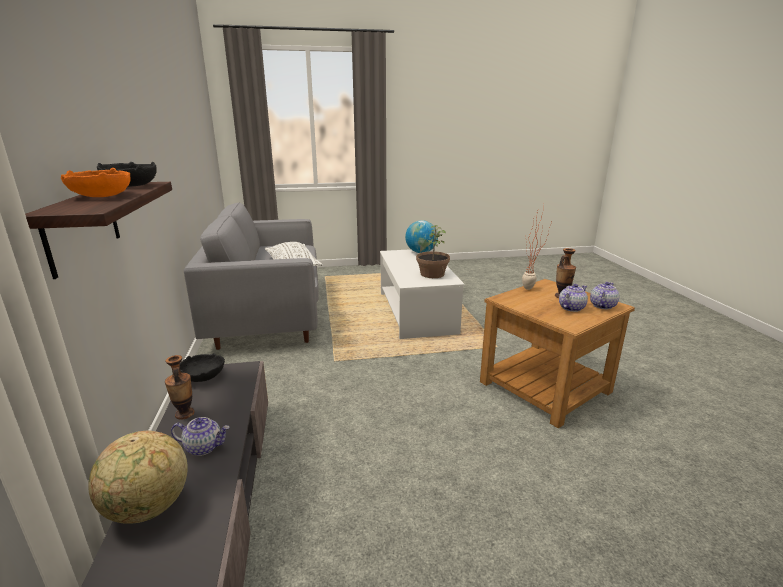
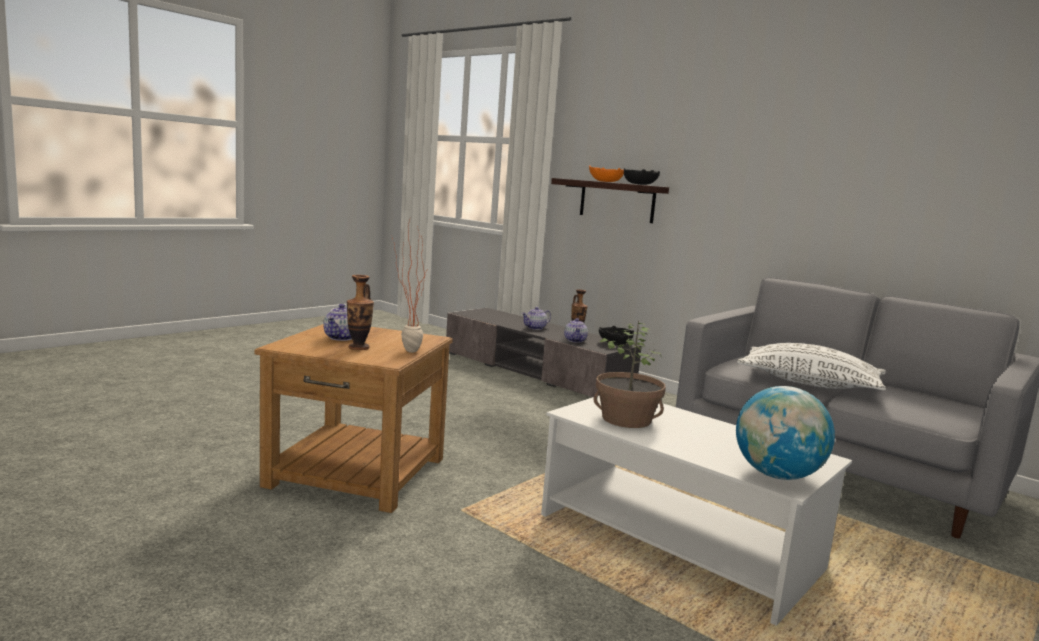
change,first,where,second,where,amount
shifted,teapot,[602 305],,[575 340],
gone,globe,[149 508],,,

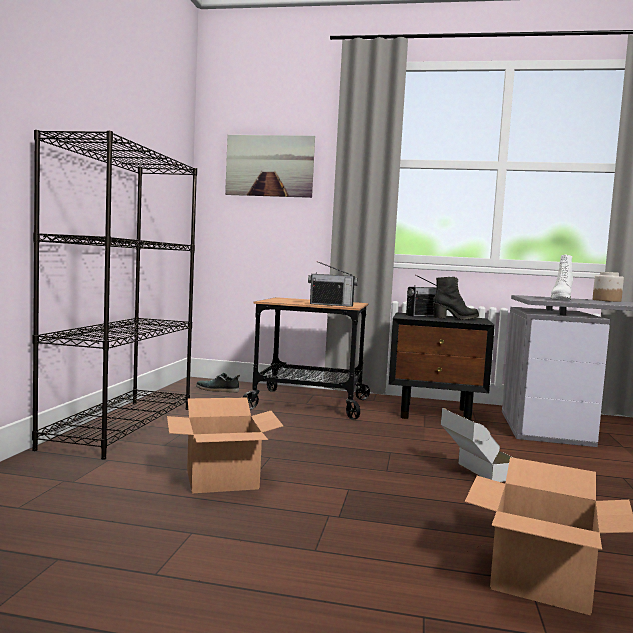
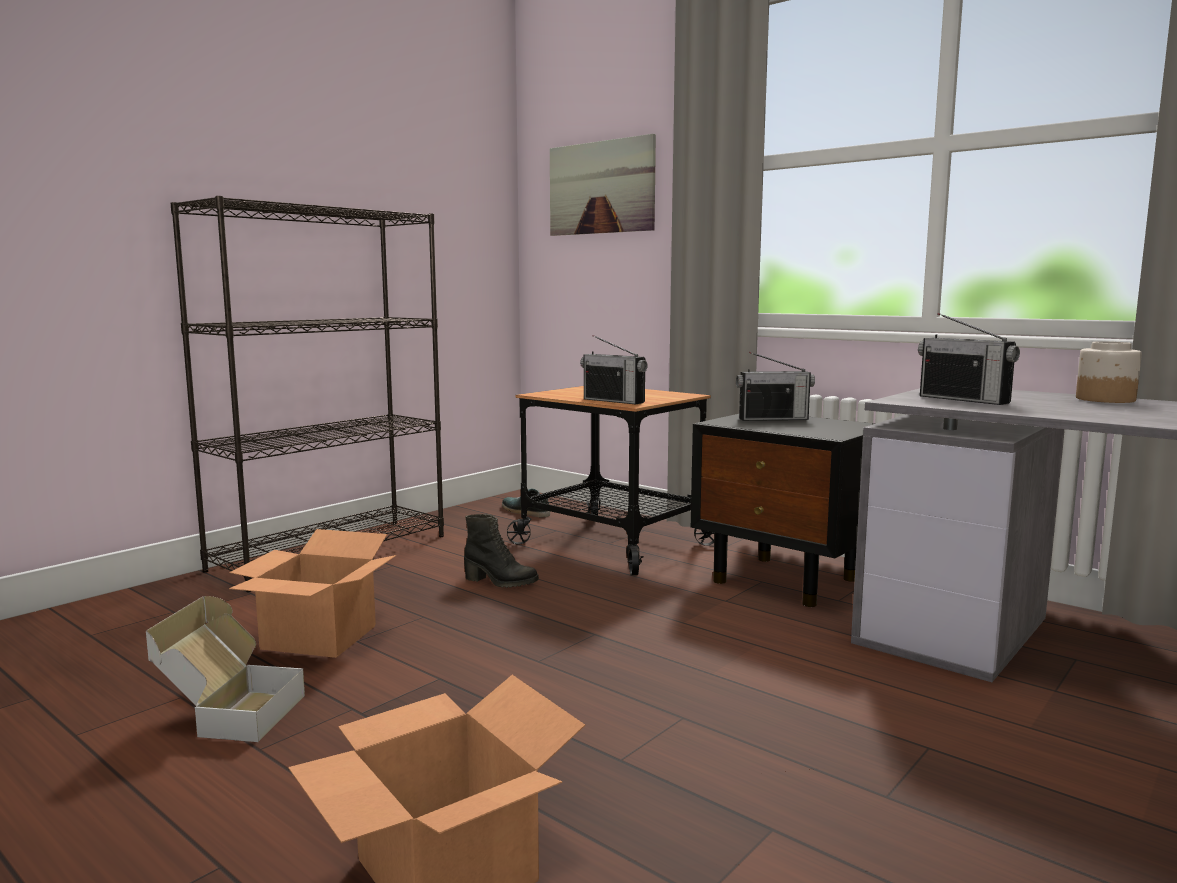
change,first,where,second,where,amount
shifted,cardboard_box,[476 472],,[230 713],
shifted,black_boot,[456 318],,[500 582],
swapped,white_boot,[560 299],radio,[964 399],

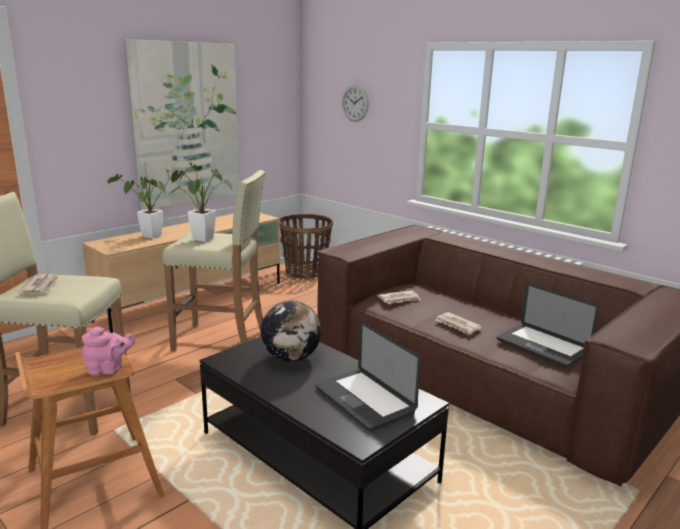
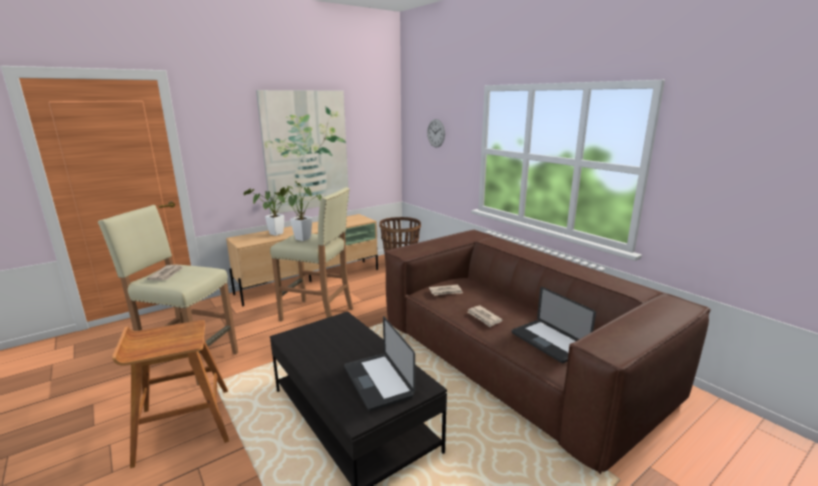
change,first,where,second,where,amount
gone,pink_teapot,[108 369],,,
gone,globe,[291 358],,,

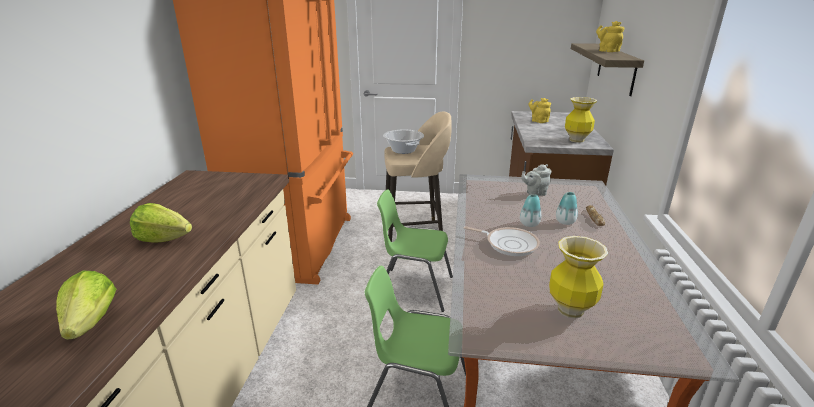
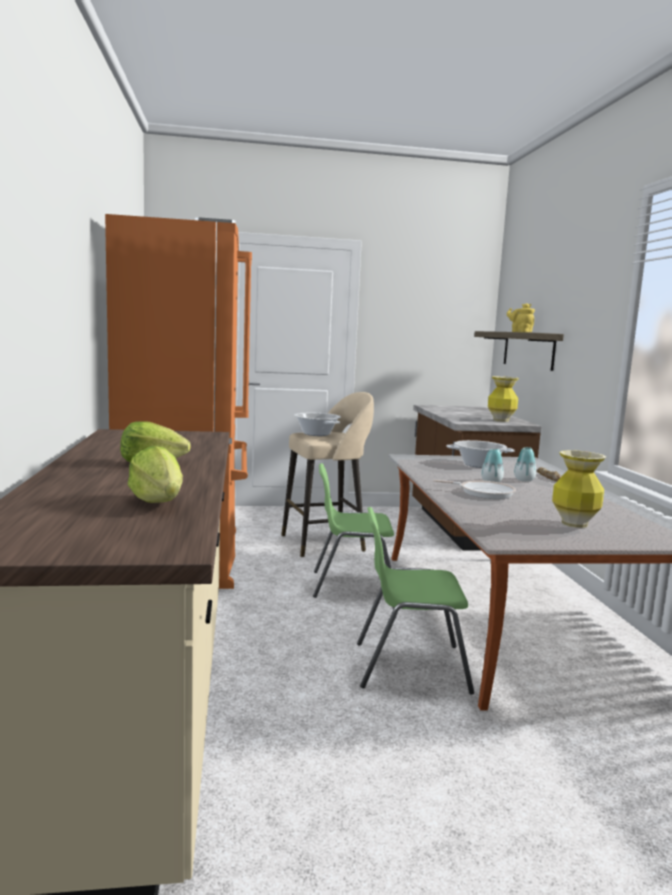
change,first,where,second,where,amount
swapped,grey_teapot,[534 193],cooking_pot,[478 465],
gone,yellow_teapot,[538 121],,,

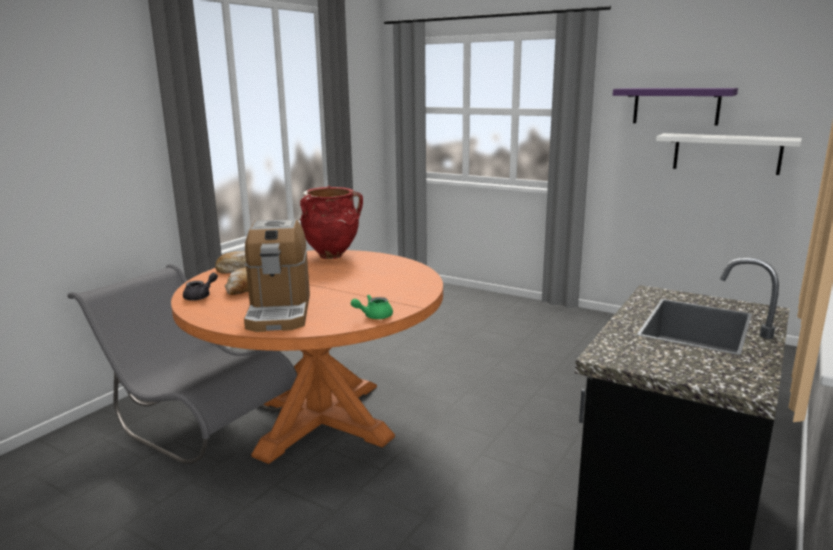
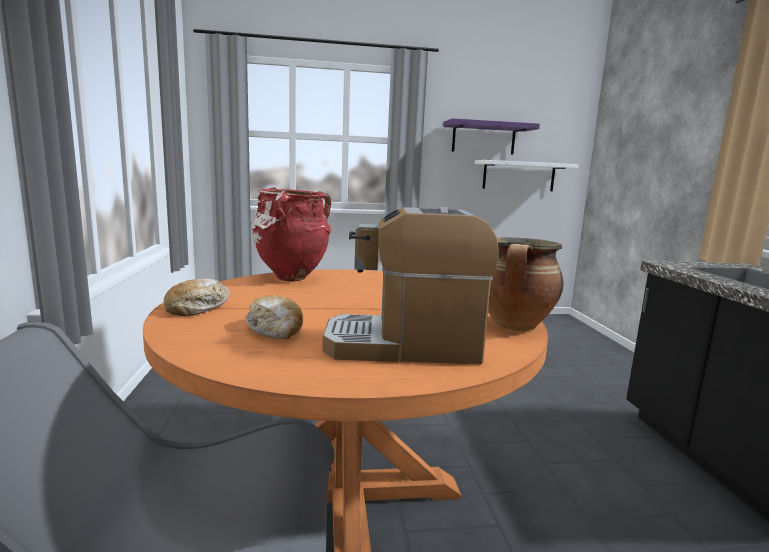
change,first,where,second,where,amount
rotated,coffee_machine,[279 311],,[404 345],135 degrees clockwise
swapped,green_teapot,[374 316],cooking_pot,[515 326],
gone,grey_teapot,[201 296],,,

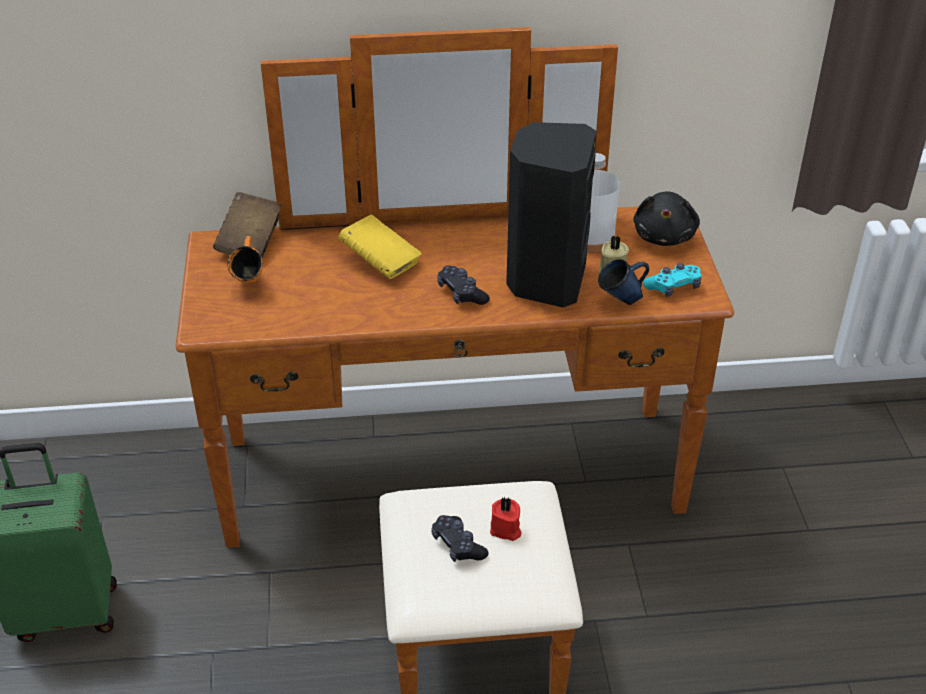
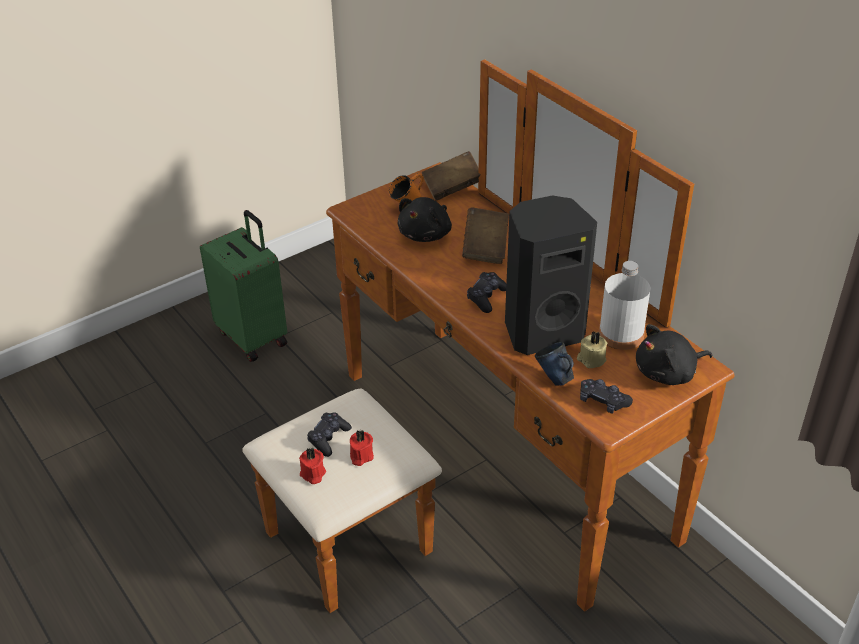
change,first,where,second,where,amount
new,,,red_candle,[312 474],
new,,,black_plush_toy,[426 234],
repainted,yellow_book,[380 262],brown_book,[485 248],
repainted,turquoise_game_controller,[673 287],black_game_controller,[603 401],

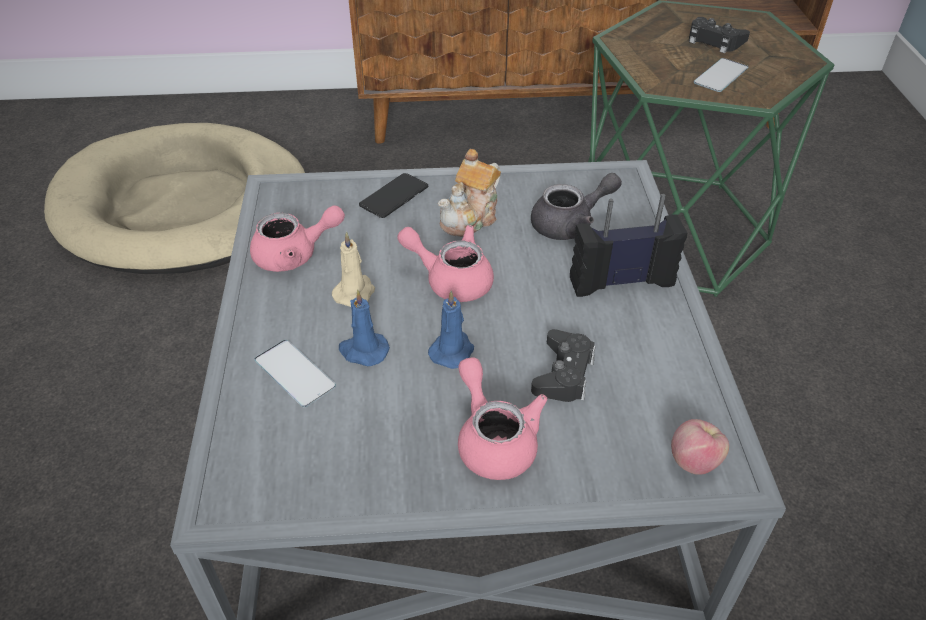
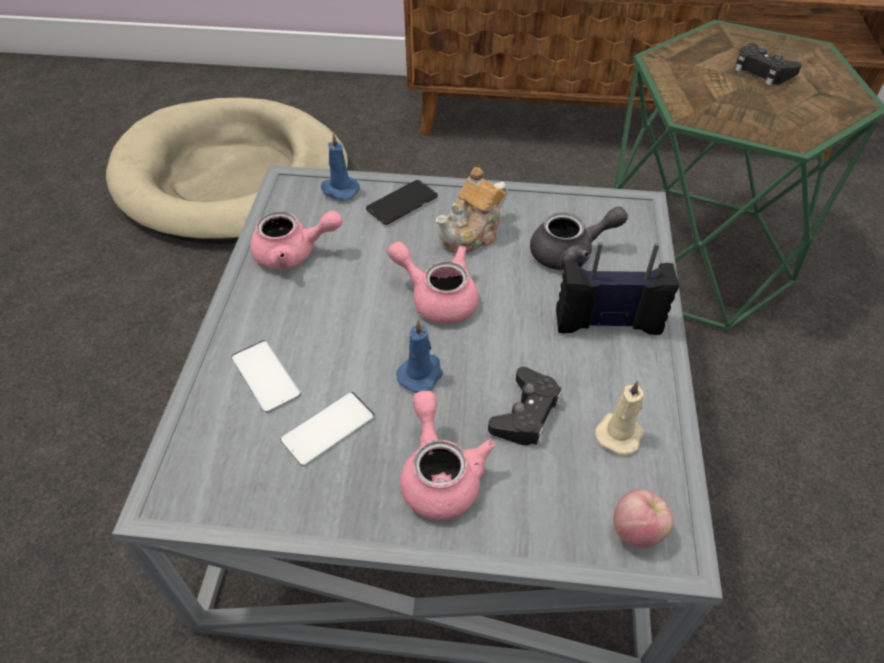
change,first,where,second,where,amount
shifted,phone,[720 75],,[328 428],
shifted,blue_candle,[363 351],,[339 190],
shifted,beige_candle,[355 292],,[620 432],

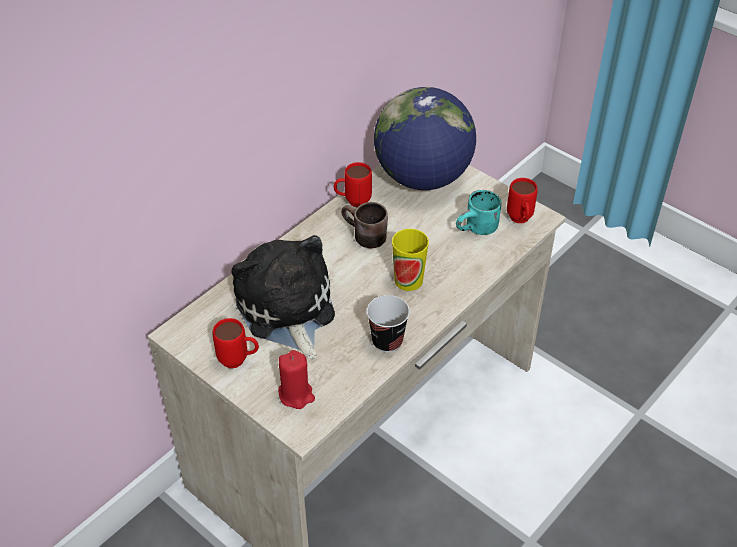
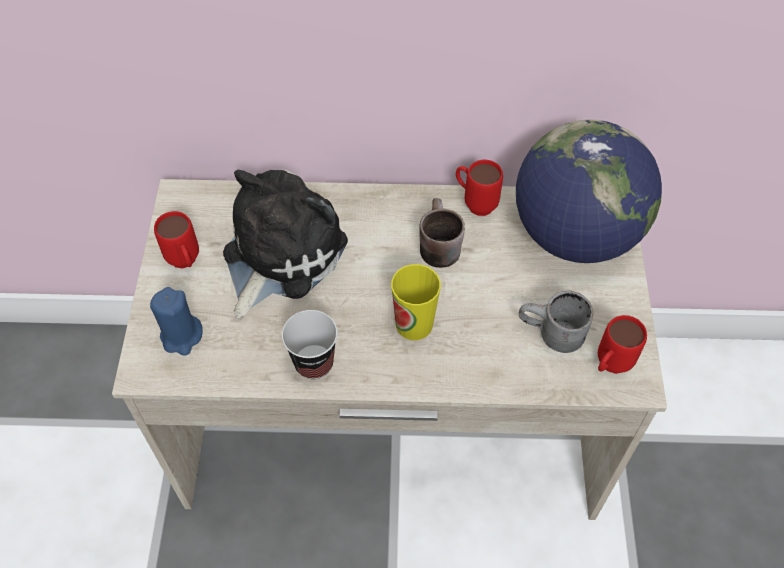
change,first,where,second,where,amount
repainted,red_candle,[296 395],blue_candle,[181 336],
repainted,turquoise_mug,[478 230],grey_mug,[551 336],

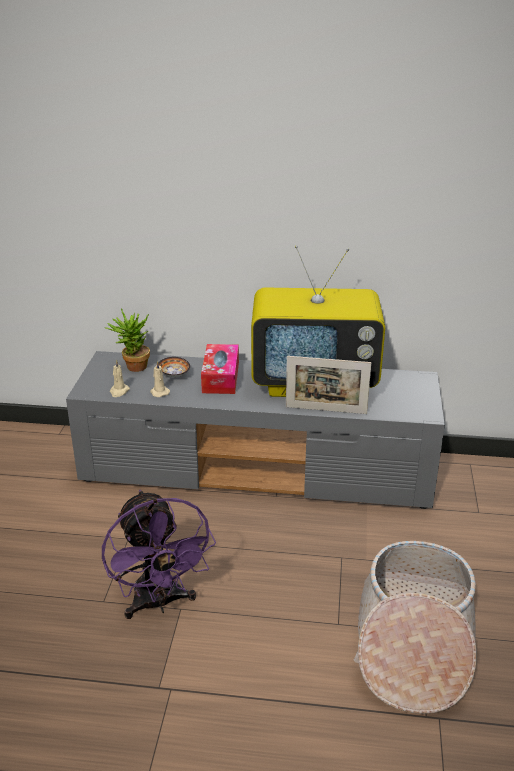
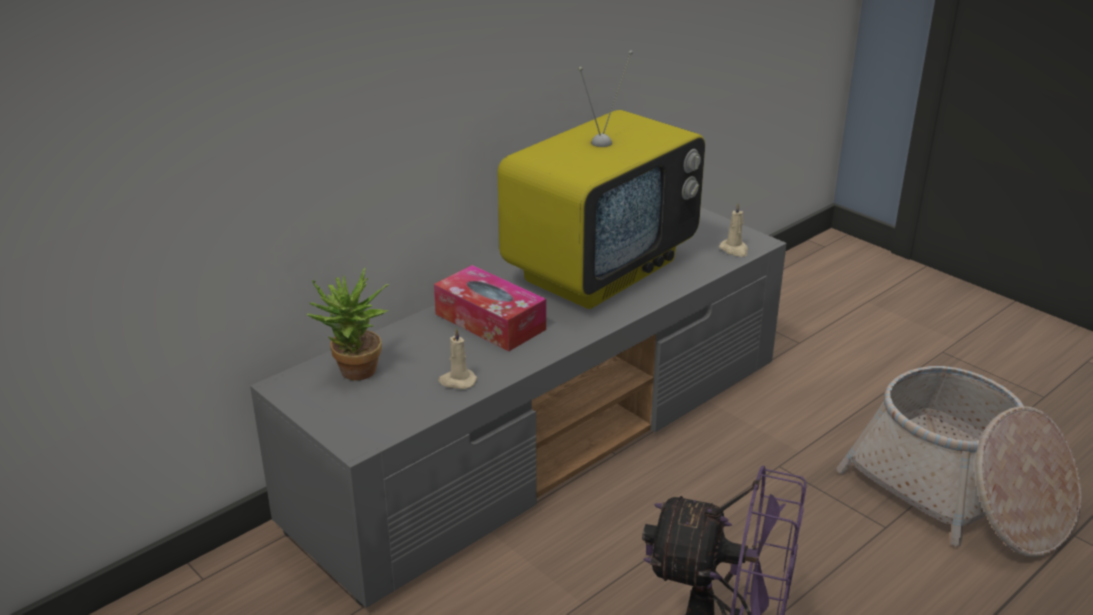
change,first,where,second,where,amount
shifted,beige_candle,[119 391],,[734 250],
gone,bowl,[174 375],,,
gone,picture_frame,[326 410],,,

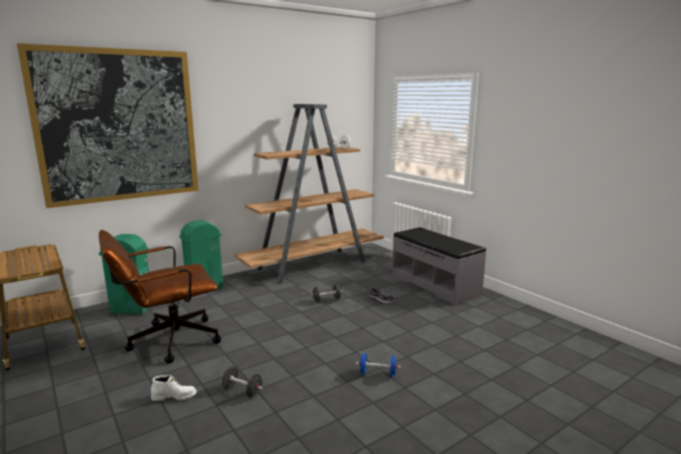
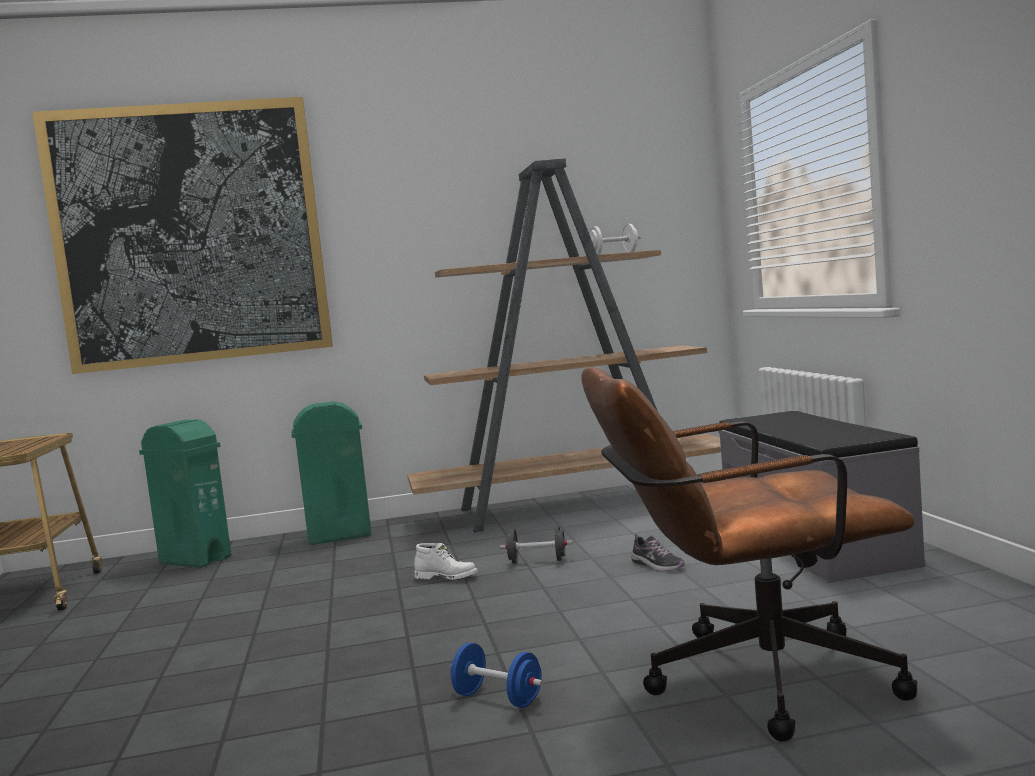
change,first,where,second,where,amount
shifted,white_boot,[174 396],,[447 577],
shifted,brown_office_chair,[166 341],,[749 681],
gone,black_dumbbell,[242 391],,,

